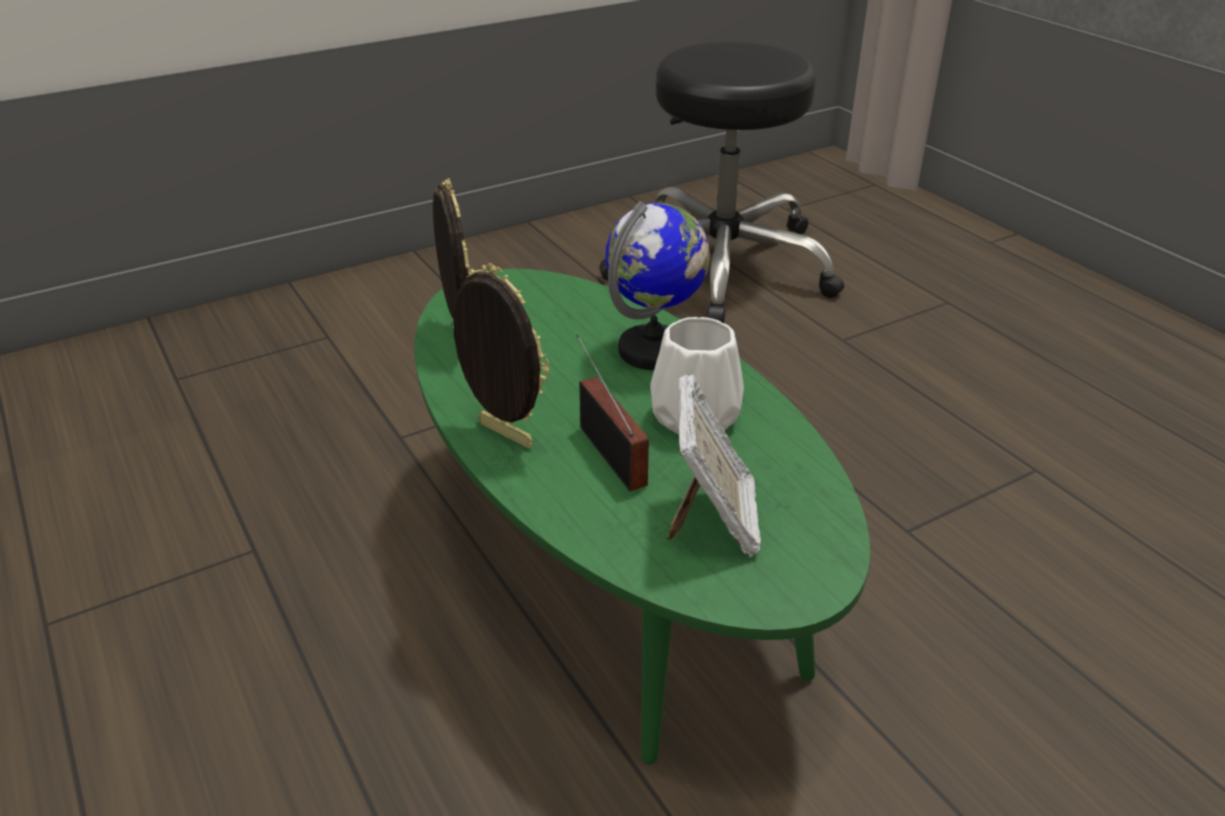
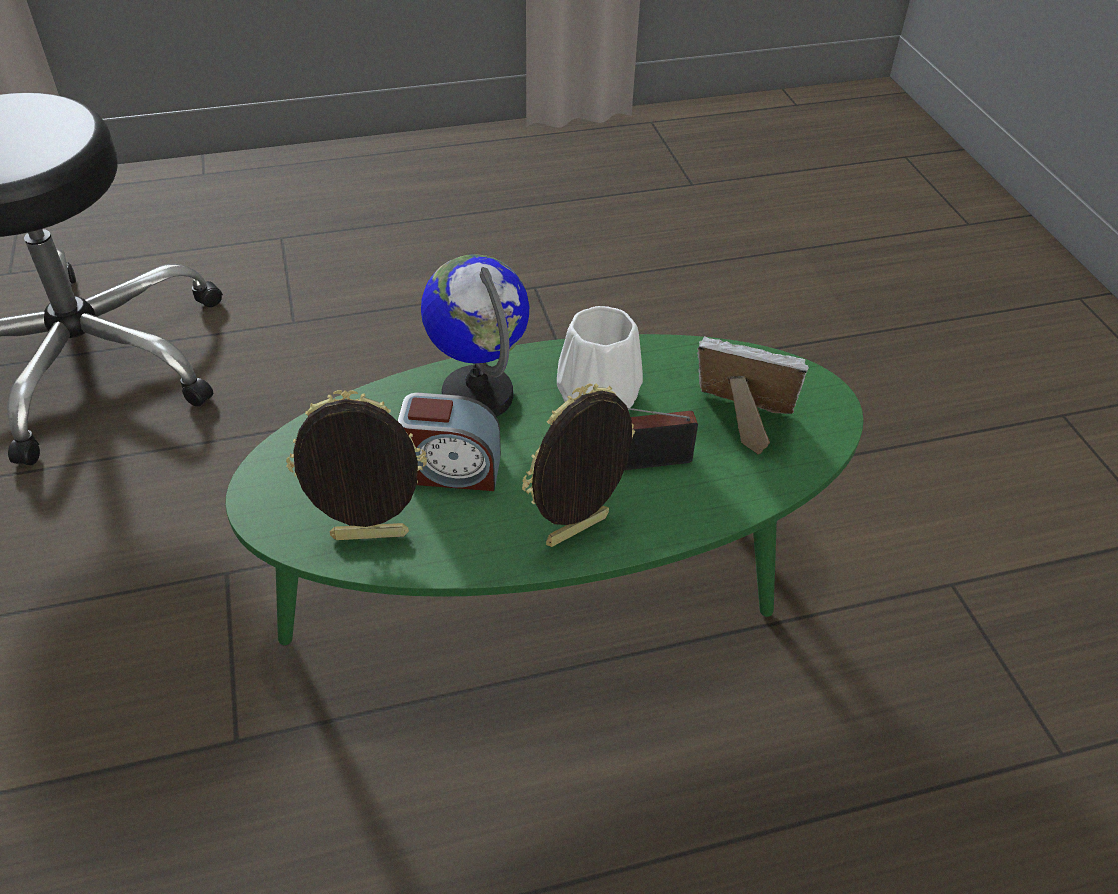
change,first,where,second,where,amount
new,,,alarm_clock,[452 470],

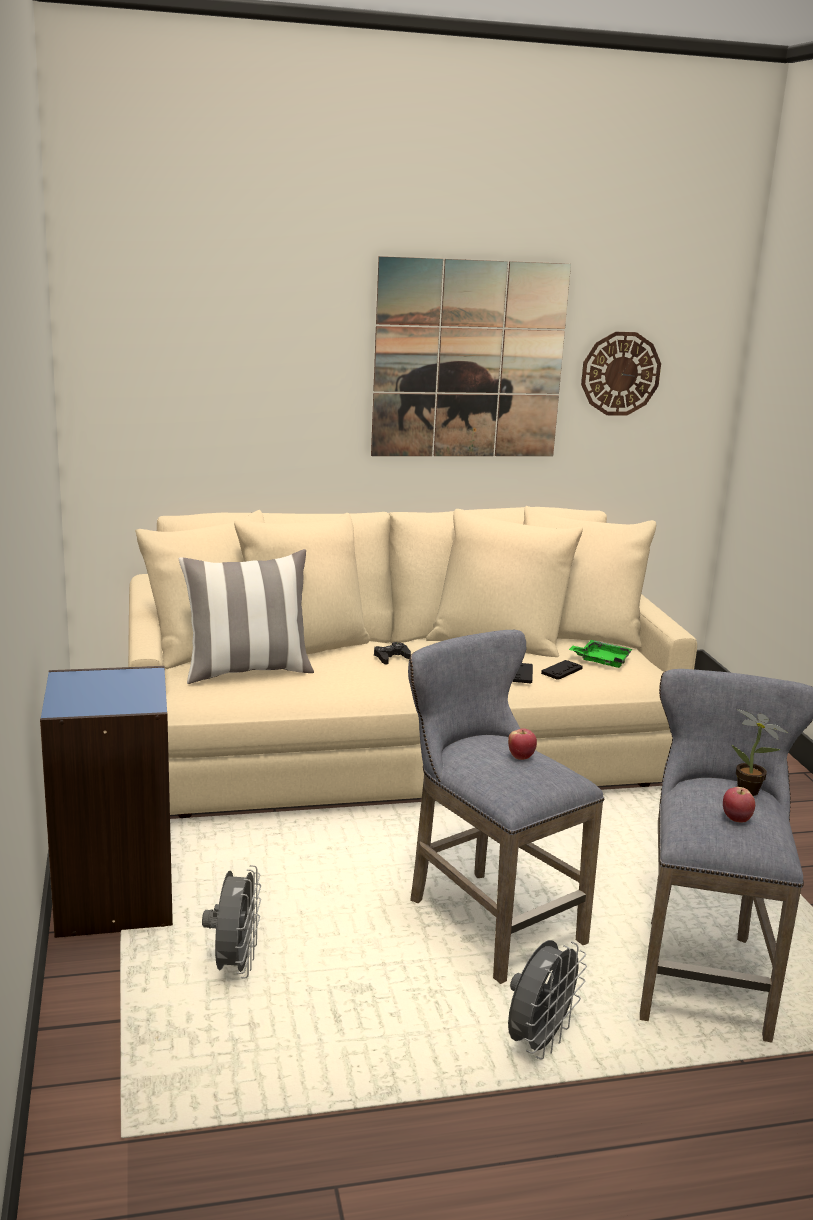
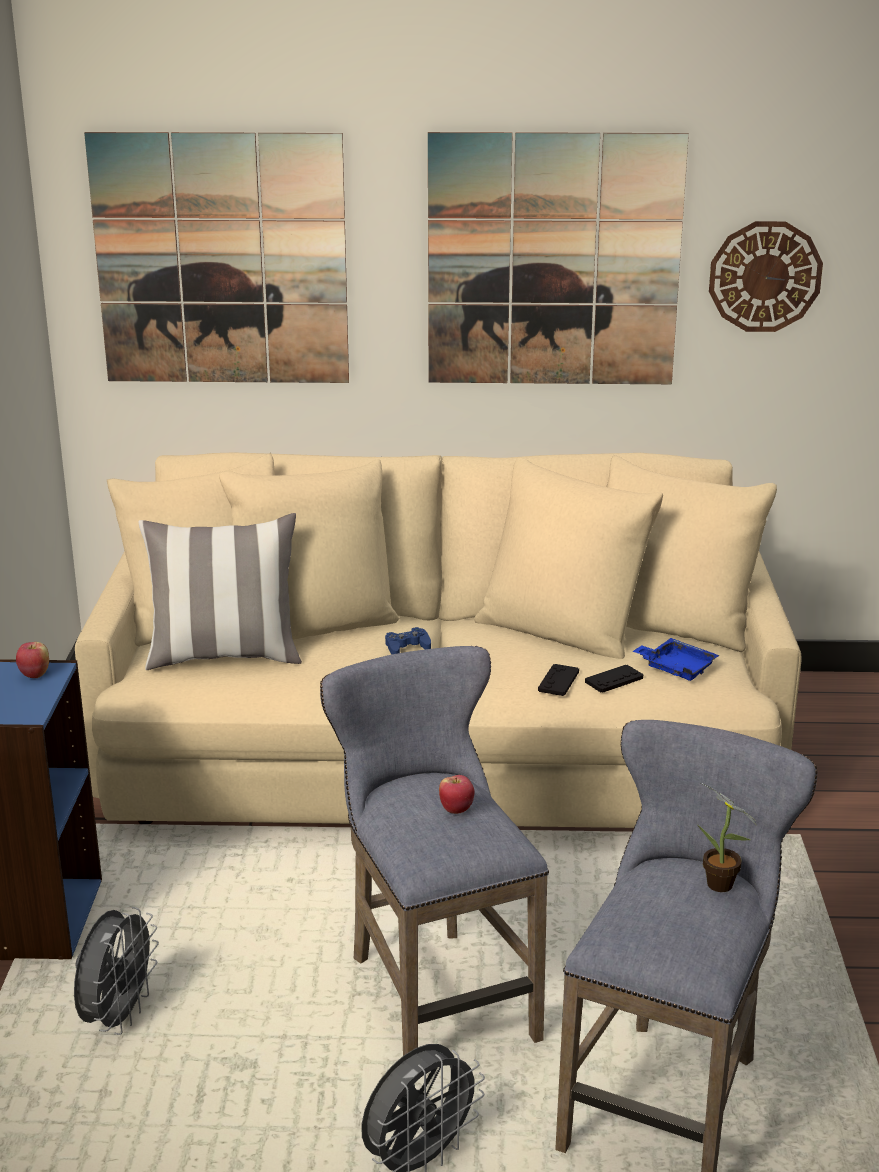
change,first,where,second,where,amount
shifted,apple,[736 818],,[34 674],
new,,,picture,[221 260],
repainted,black_game_controller,[391 657],blue_game_controller,[407 647],
repainted,green_tray,[601 660],blue_tray,[676 668],

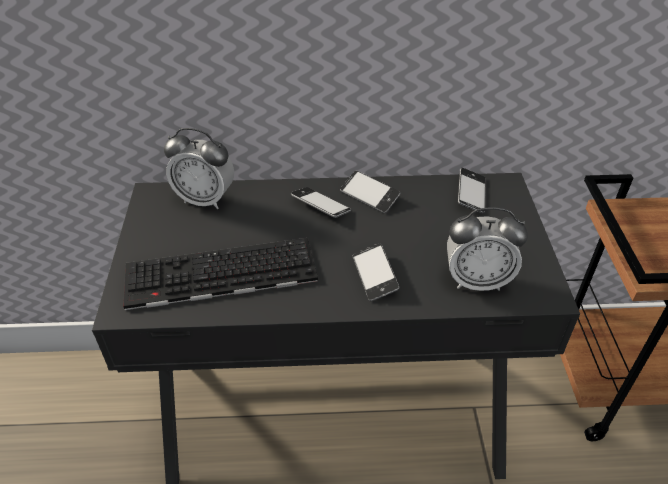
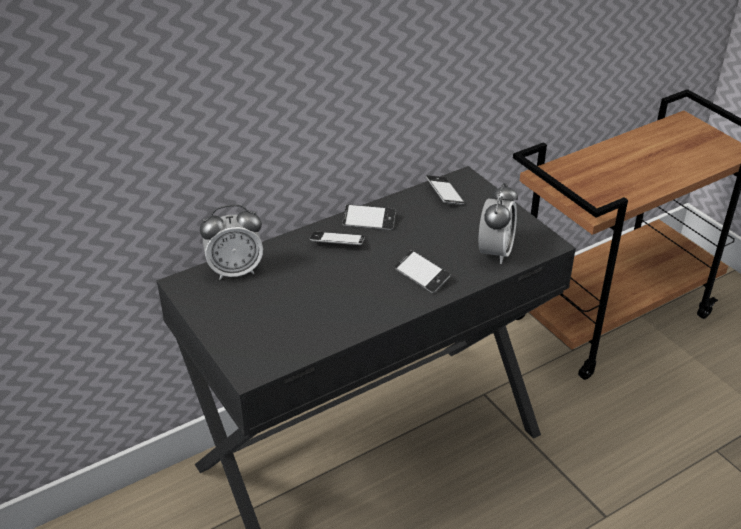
change,first,where,second,where,amount
rotated,alarm_clock,[477 281],,[495 252],45 degrees counterclockwise
gone,keyboard,[219 275],,,

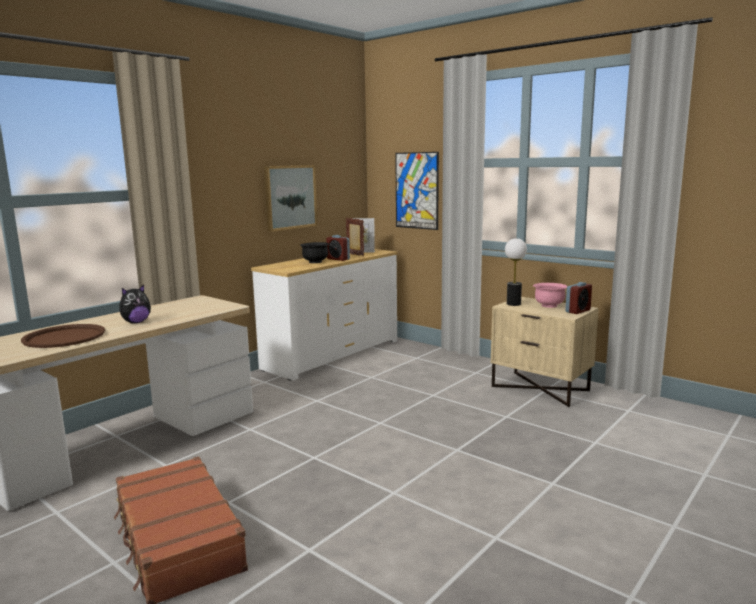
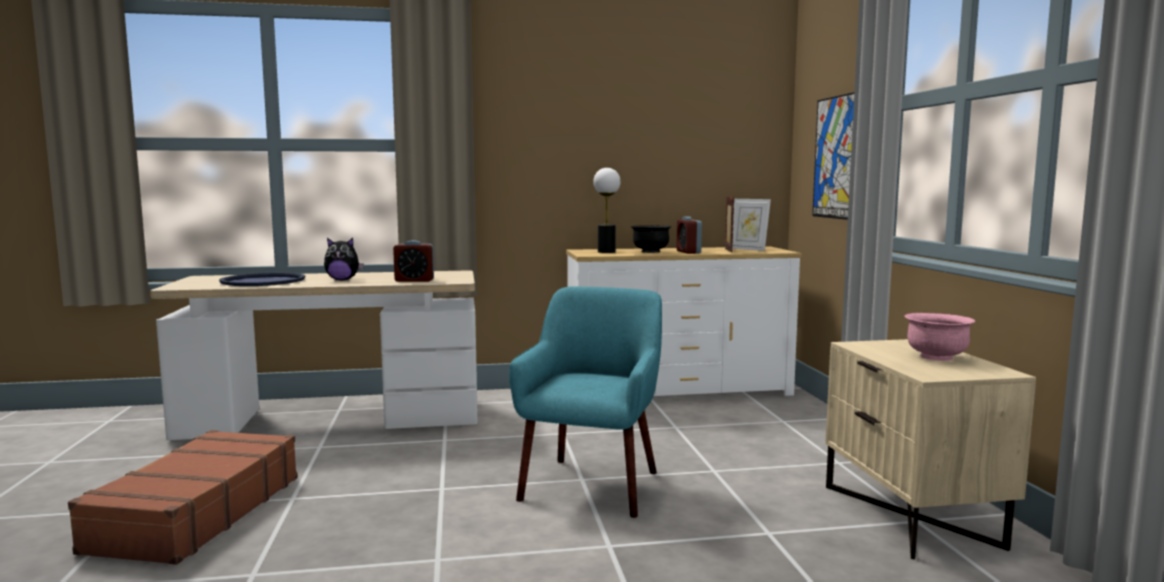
change,first,where,second,where,amount
repainted,brown_tray,[64 337],blue_tray,[263 281],
shifted,alarm_clock,[577 311],,[414 280],
new,,,turquoise_armchair,[592 485],
shifted,table_lamp,[513 304],,[606 252],
gone,picture,[290 197],,,

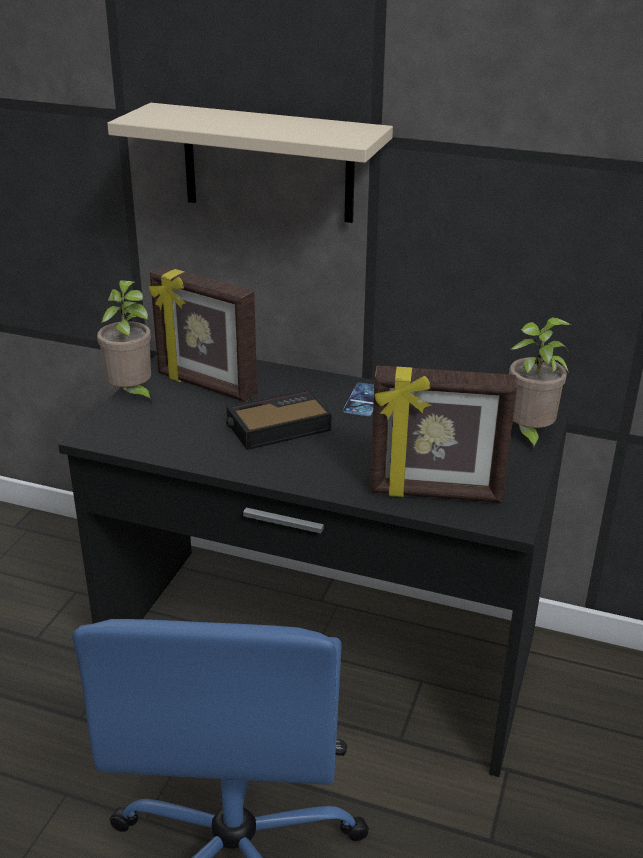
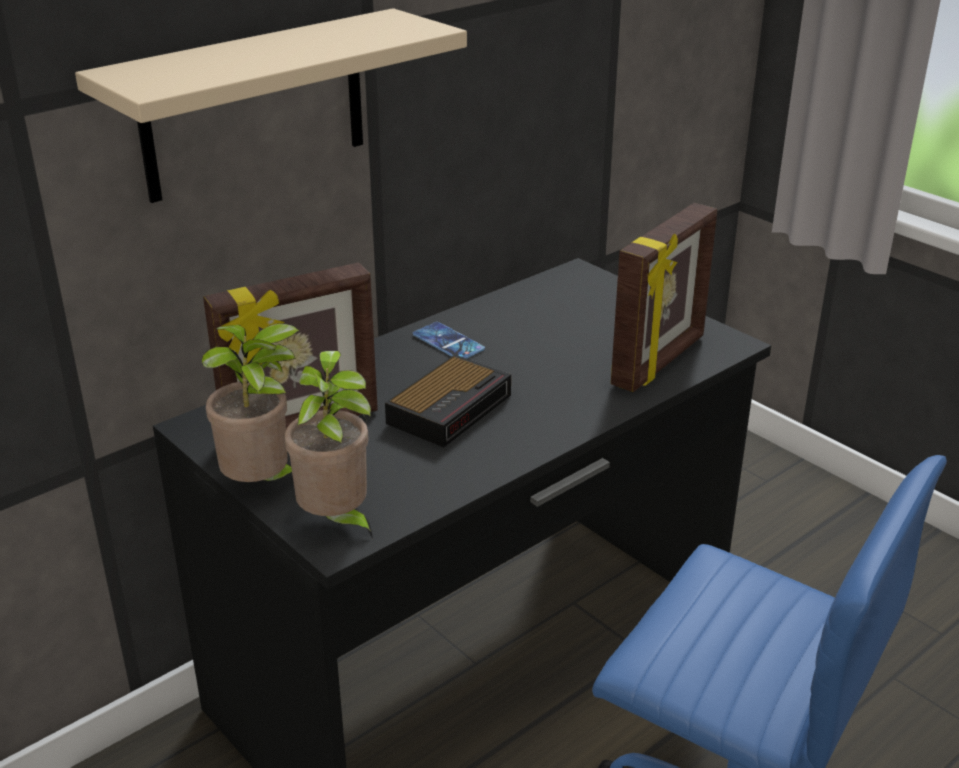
change,first,where,second,where,amount
shifted,potted_plant,[529 435],,[337 522],
rotated,alarm_clock,[276 427],,[451 408],150 degrees counterclockwise

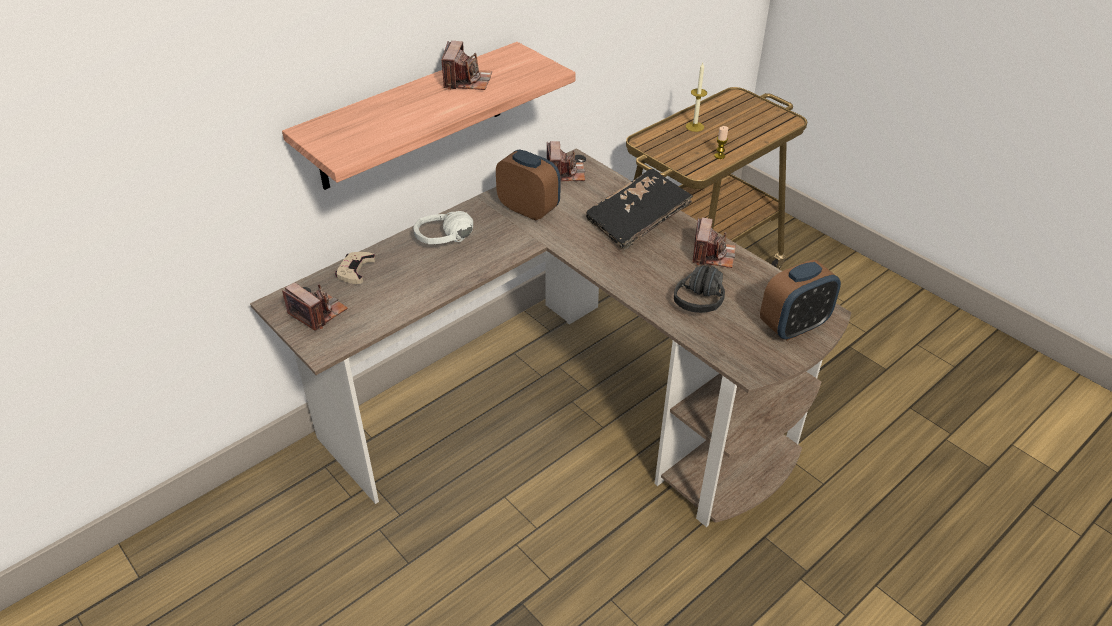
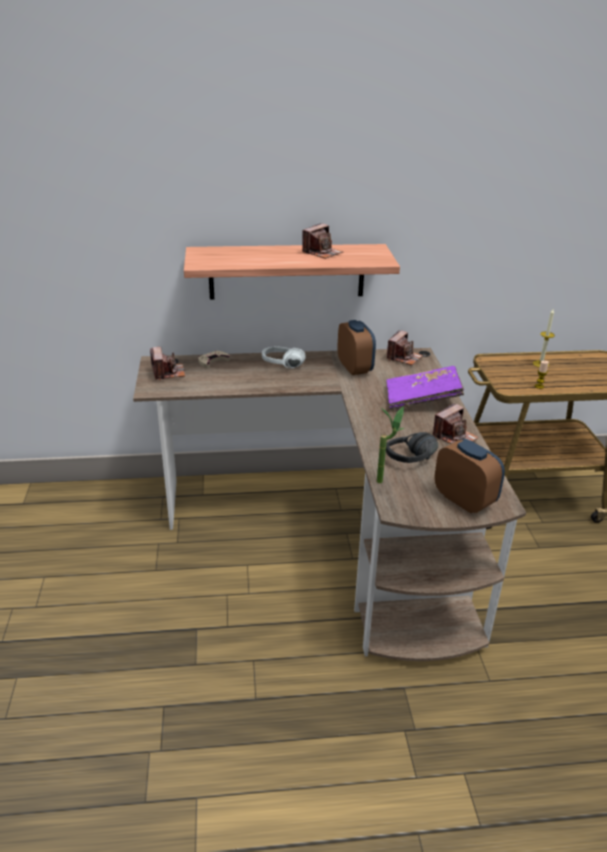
change,first,where,second,where,amount
new,,,potted_plant,[385 480],
repainted,black_book,[637 221],purple_book,[422 399],
rotated,alarm_clock,[793 326],,[464 500],135 degrees counterclockwise

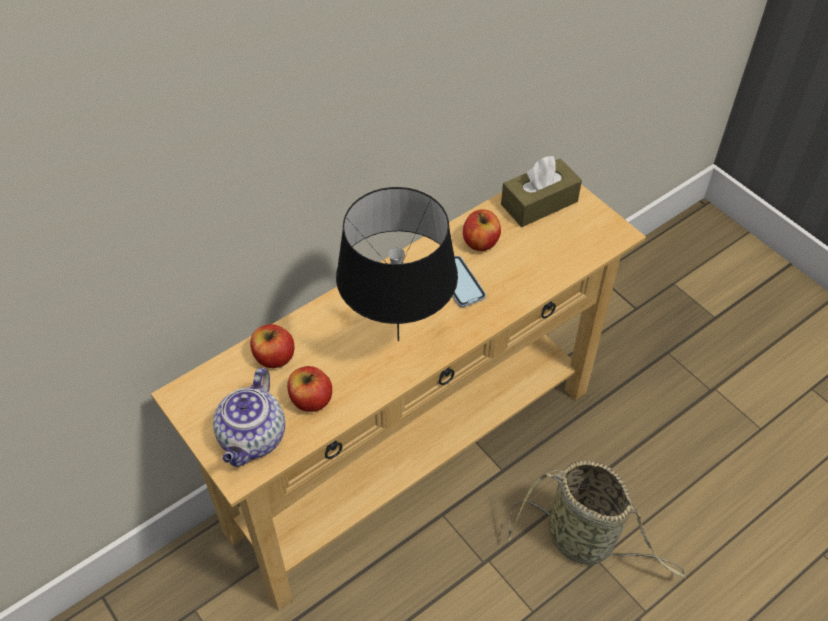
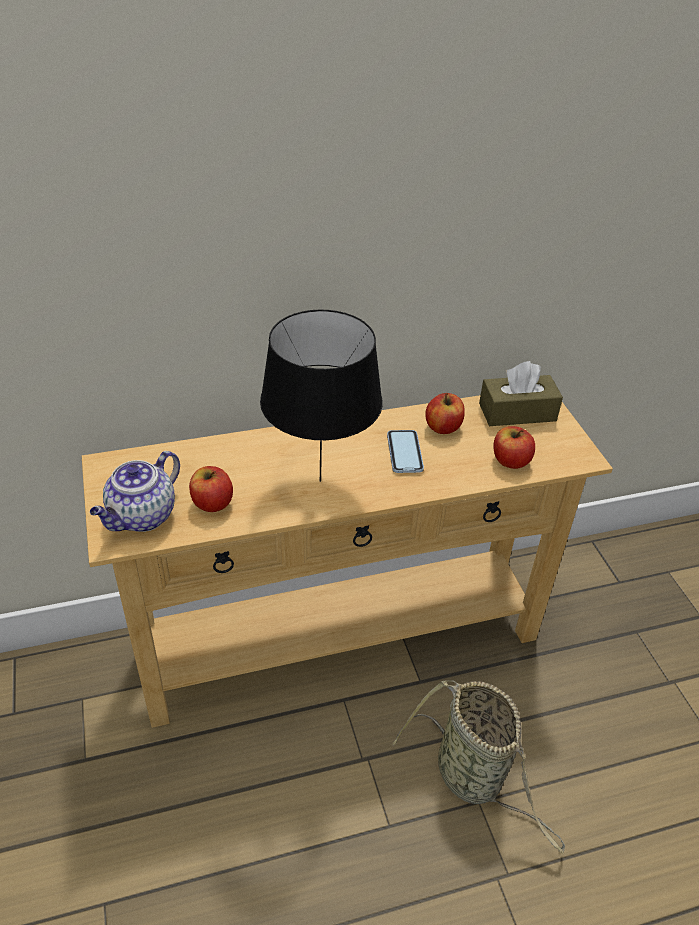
change,first,where,second,where,amount
shifted,apple,[274 357],,[510 461],

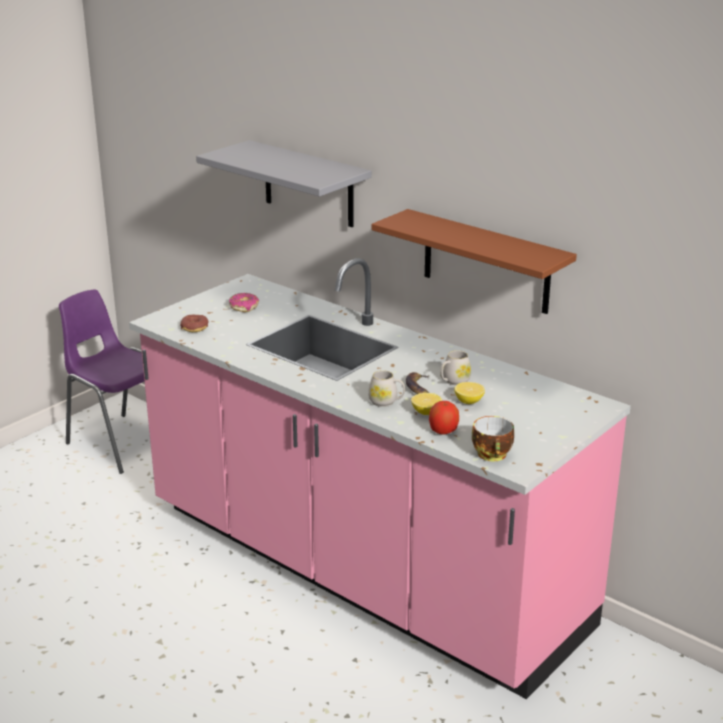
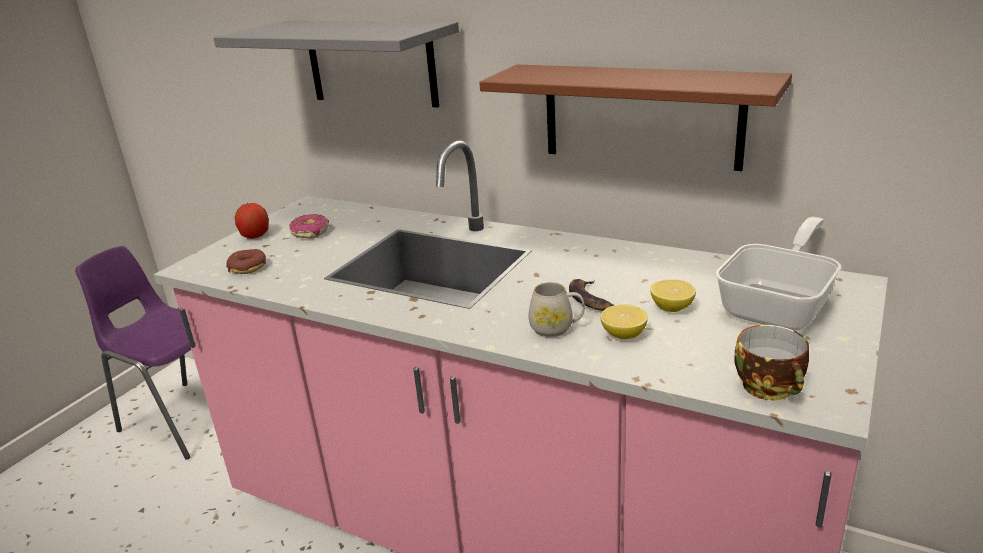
change,first,where,second,where,amount
shifted,apple,[443 431],,[255 236],
new,,,frying_pan,[780 305],
gone,white_mug,[453 381],,,

